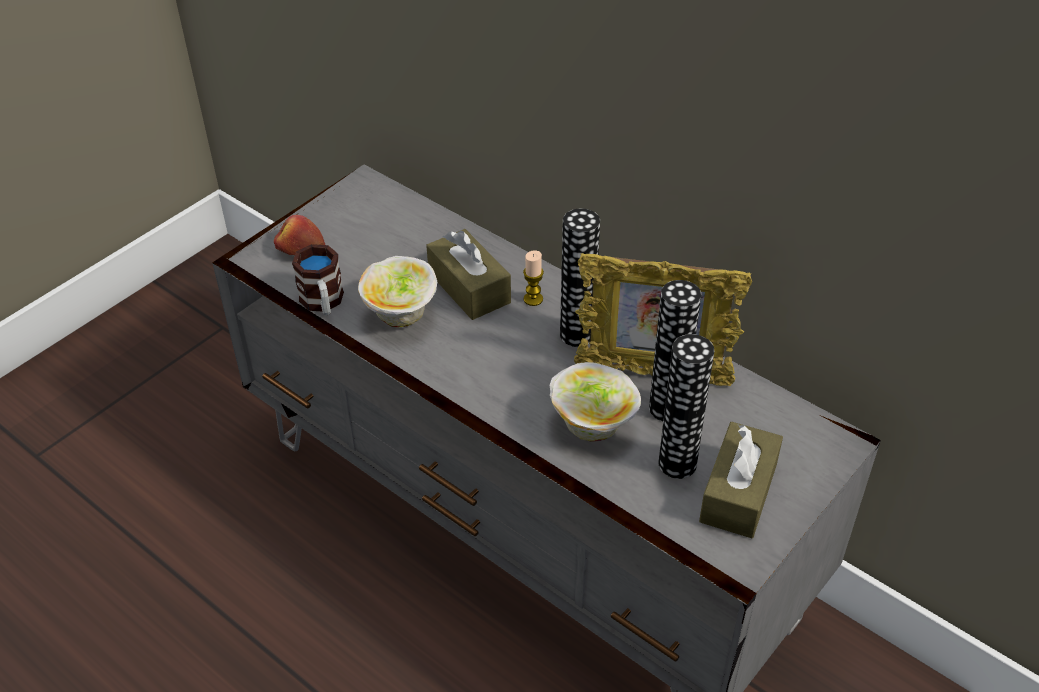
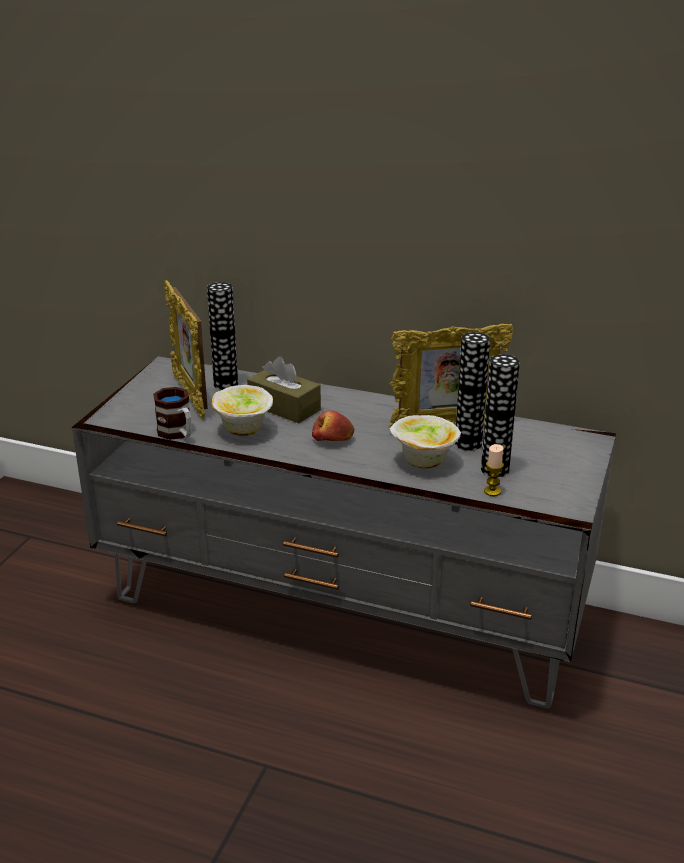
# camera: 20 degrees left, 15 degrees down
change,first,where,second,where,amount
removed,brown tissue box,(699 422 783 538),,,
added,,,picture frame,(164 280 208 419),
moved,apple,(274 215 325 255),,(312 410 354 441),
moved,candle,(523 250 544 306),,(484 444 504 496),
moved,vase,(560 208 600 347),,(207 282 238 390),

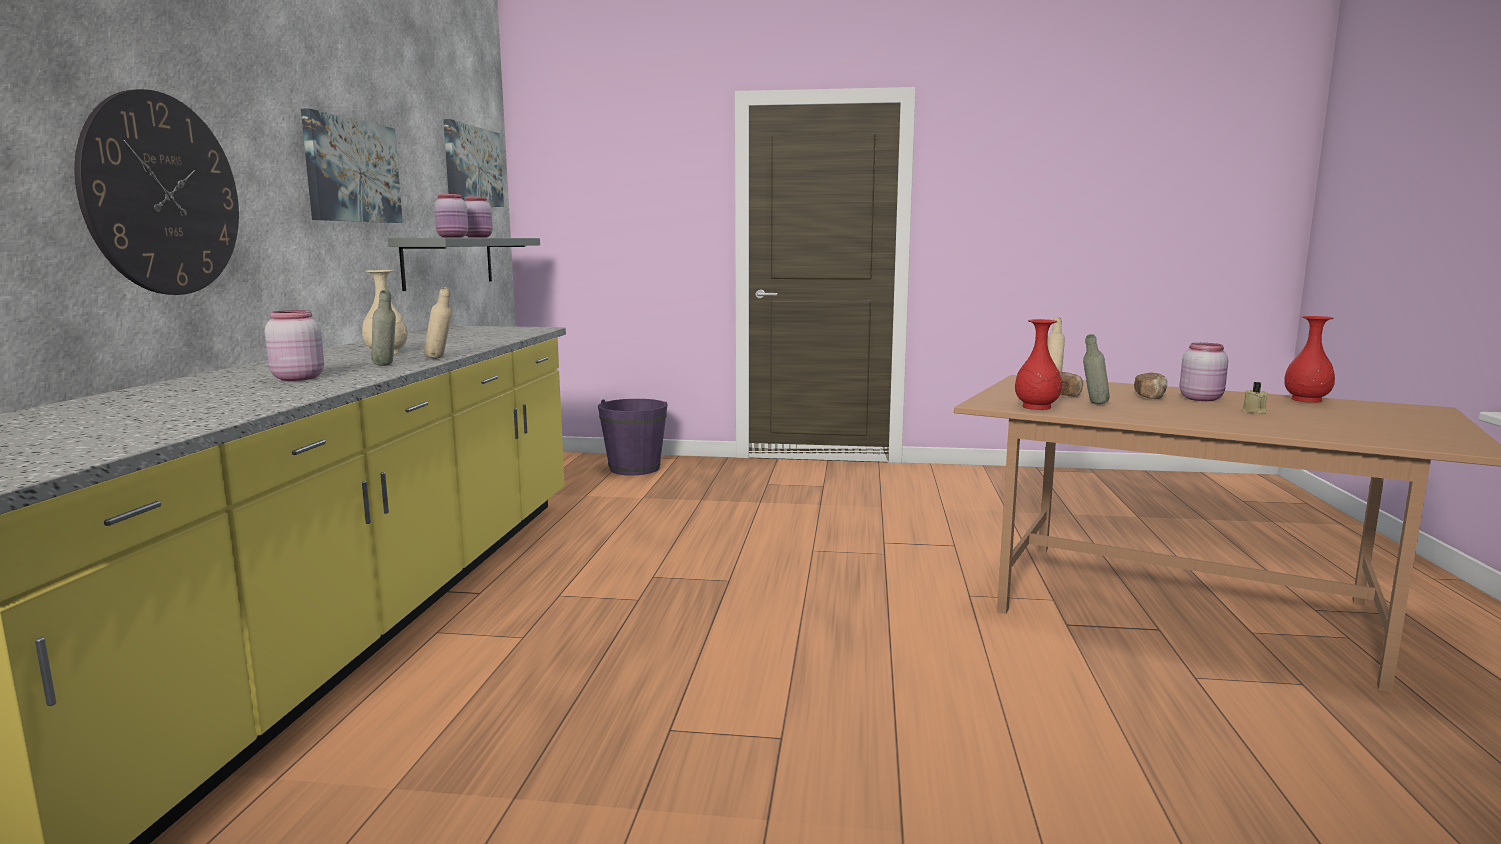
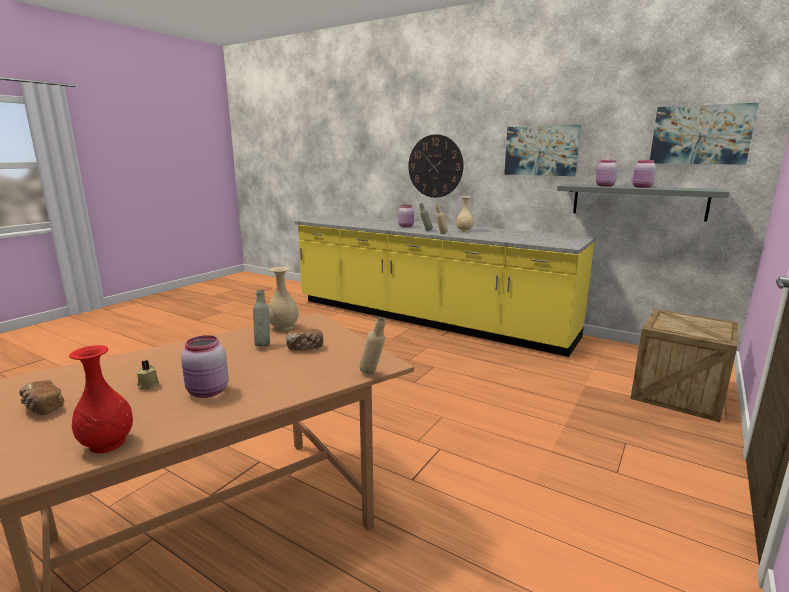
# camera: 115 degrees right, 5 degrees up
change,first,where,second,where,amount
moved,bread,(1134 372 1167 399),,(19 380 64 415),
replaced,purple bucket,(598 399 668 475),crate,(631 309 738 422),
recoloured,red vase,(1015 319 1062 410),beige vase,(268 267 299 331),

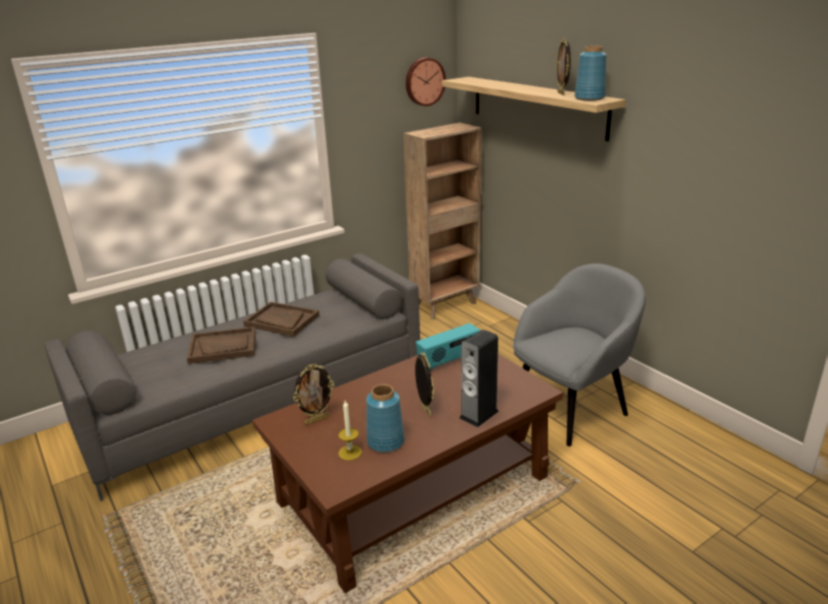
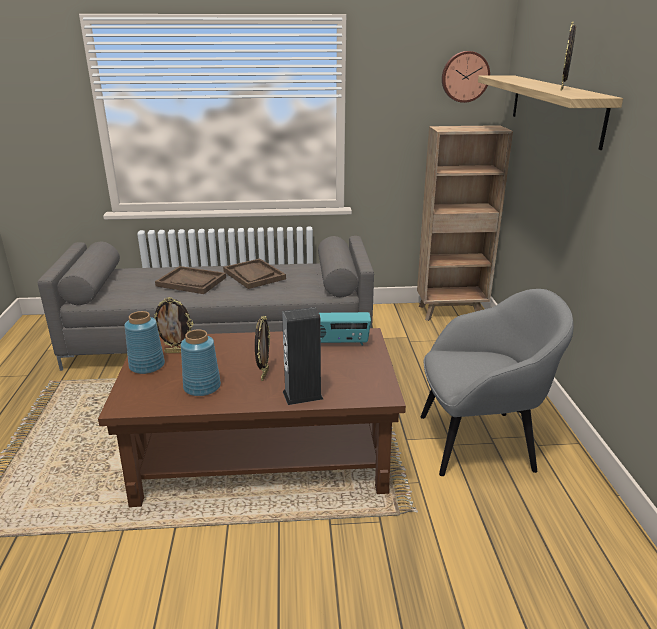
# camera: 30 degrees right, 0 degrees up
change,first,where,second,where,amount
removed,candle,(338 401 362 461),,,
moved,blue vase,(575 46 606 101),,(125 311 165 374),

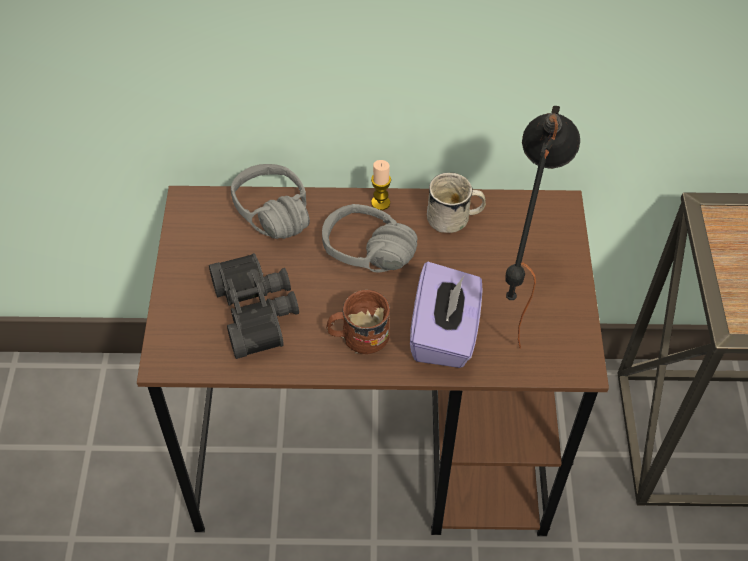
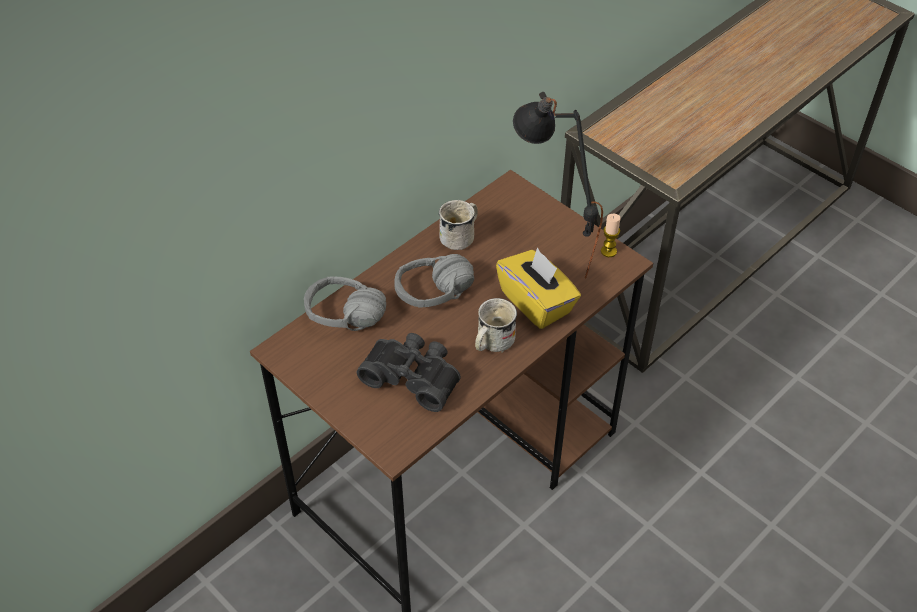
# camera: 45 degrees left, 5 degrees down
change,first,where,second,where,amount
moved,candle,(371 160 391 210),,(601 214 621 257),
recoloured,brown mug,(326 290 390 354),white mug,(475 298 517 353),
recoloured,purple tissue box,(410 262 483 368),yellow tissue box,(496 247 581 329),

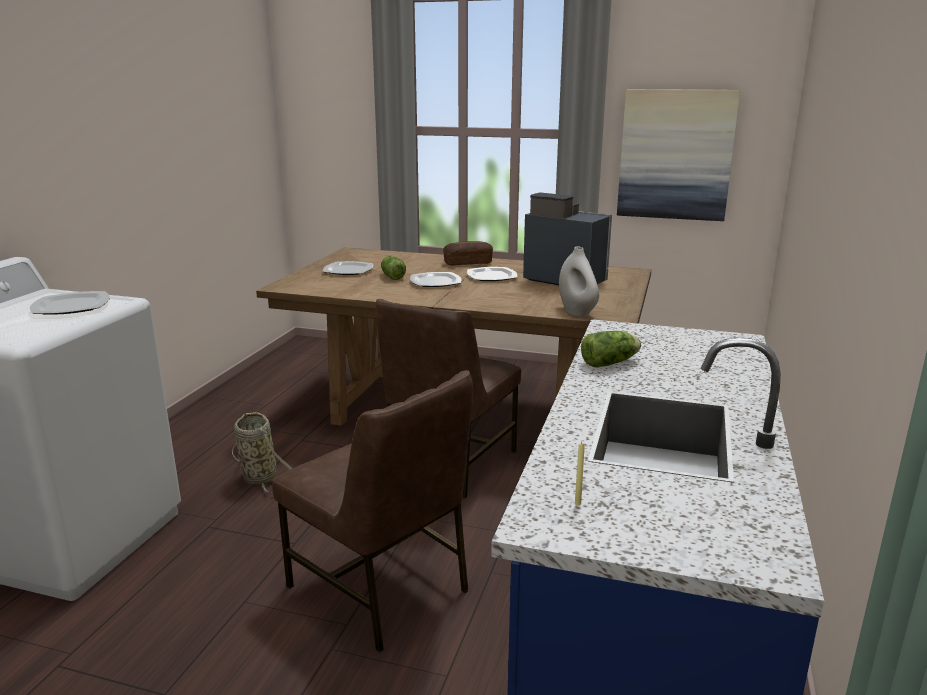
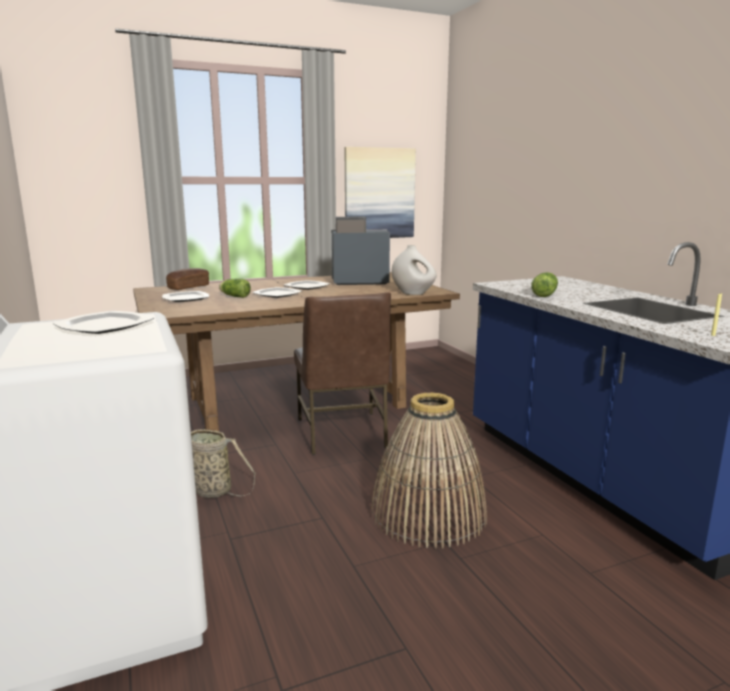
# camera: 40 degrees left, 5 degrees down
change,first,where,second,where,amount
moved,bread,(443 241 493 266),,(166 268 209 290),
replaced,brown chair,(272 370 473 652),basket,(372 393 487 548),

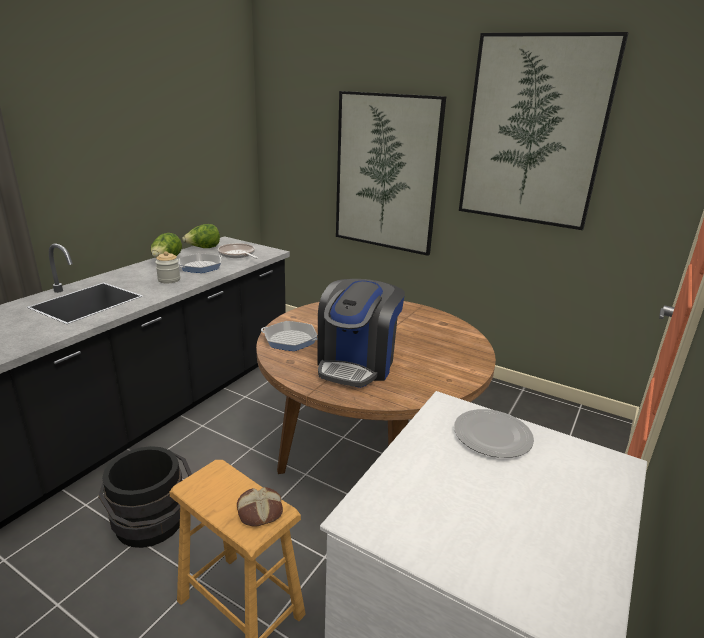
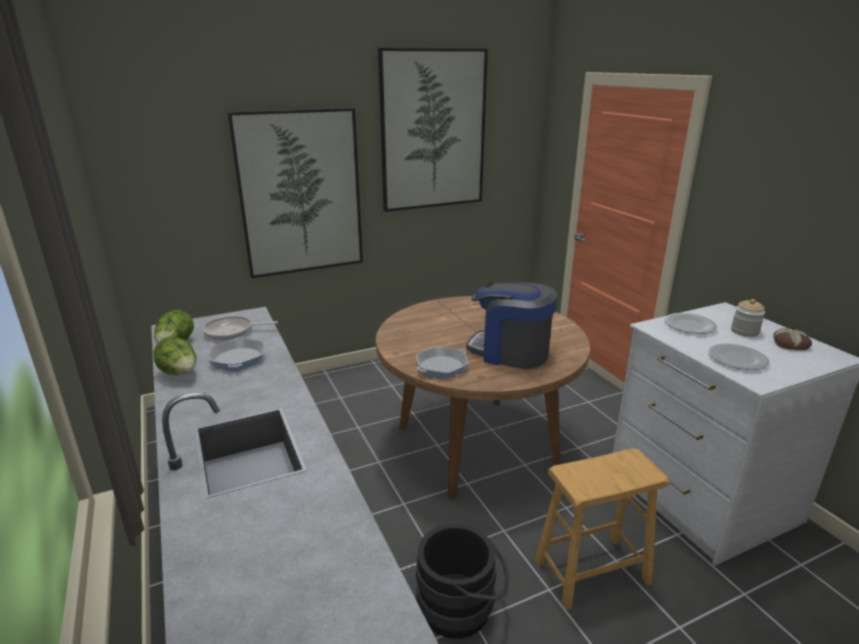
# camera: 55 degrees left, 0 degrees up
change,first,where,second,where,amount
added,,,plate,(708 344 770 370),
moved,jar,(155 251 180 283),,(731 299 765 337),
moved,bread,(237 487 283 527),,(773 328 812 350),
turned,coffee machine,(317 279 405 388),,(466 283 557 369),150 degrees clockwise

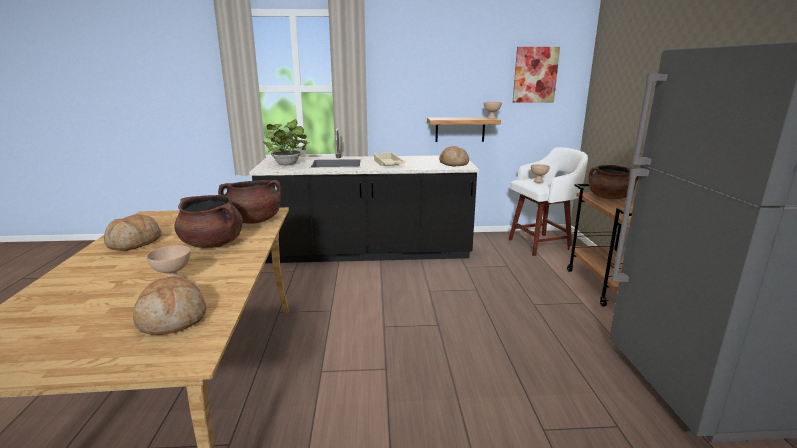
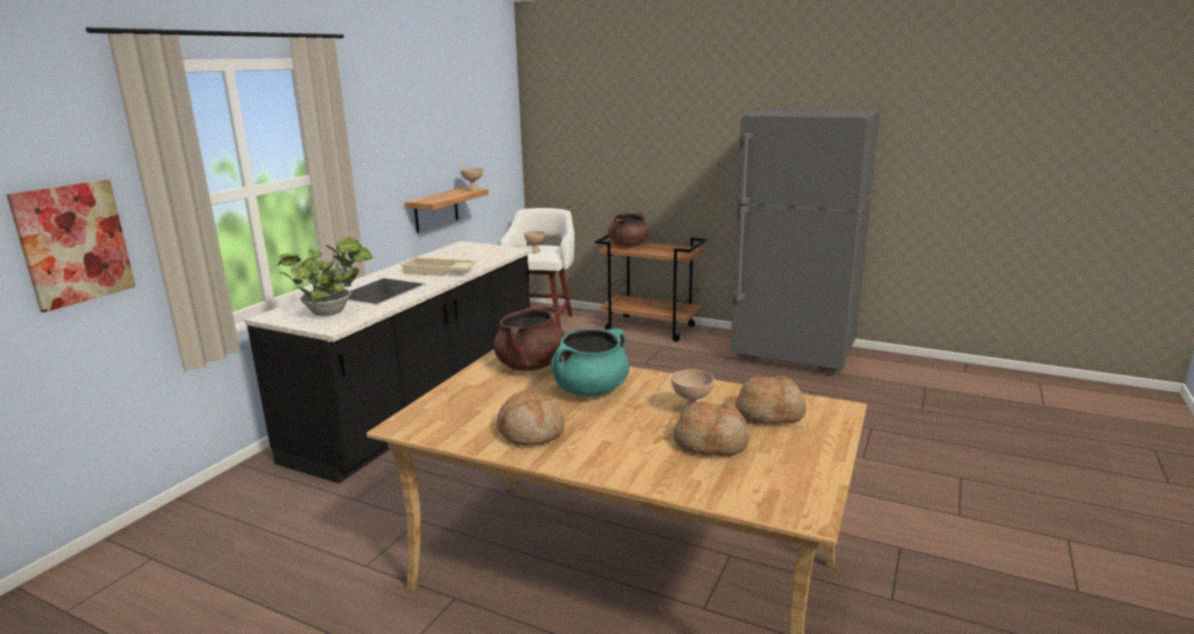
# camera: 60 degrees left, 0 degrees up
change,first,where,second,where,amount
moved,bread,(439 146 469 166),,(674 401 749 456),
moved,picture,(513 47 560 103),,(6 180 136 313),
recoloured,brown cooking pot,(174 195 243 248),turquoise cooking pot,(551 329 629 396),

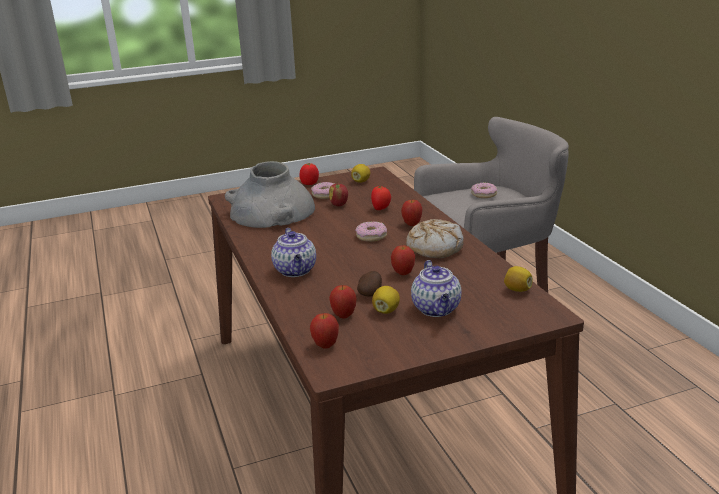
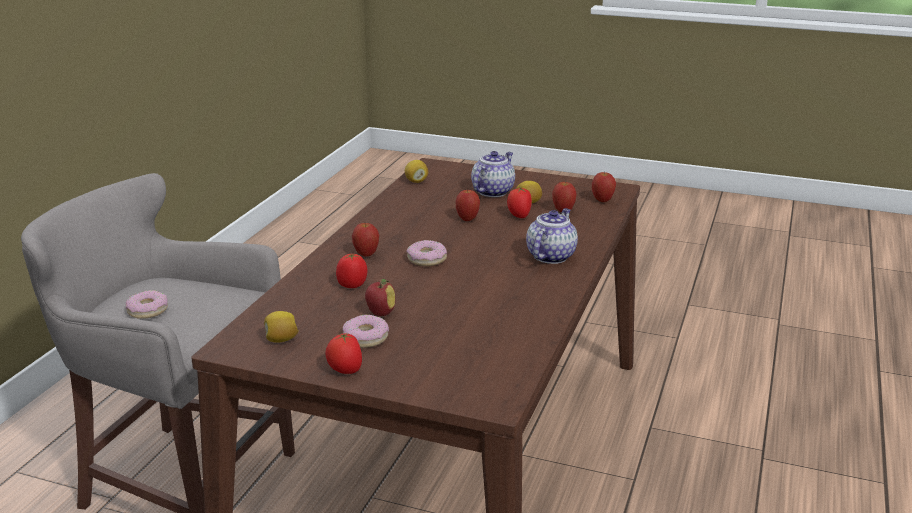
# camera: 140 degrees left, 0 degrees up
change,first,where,second,where,amount
removed,grey vase,(225 161 315 228),,,
removed,bread,(406 219 464 258),,,
replaced,potato,(357 271 382 297),tomato,(507 188 532 218),

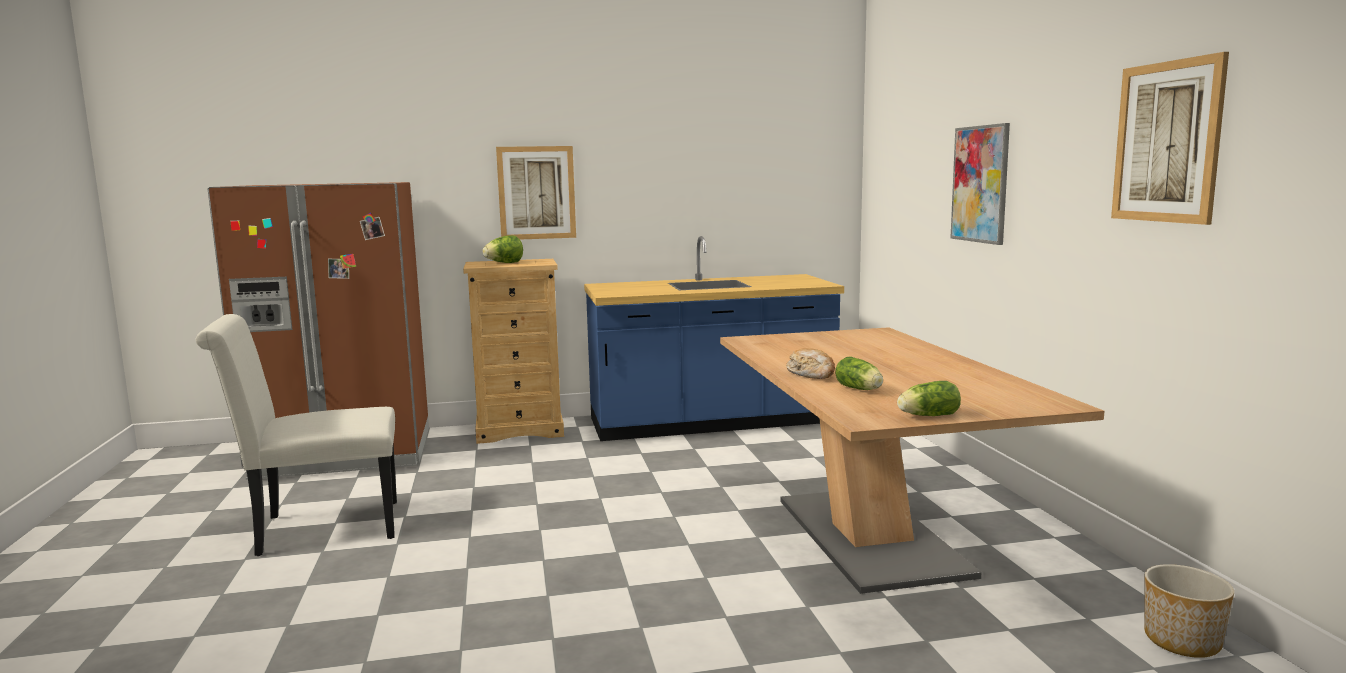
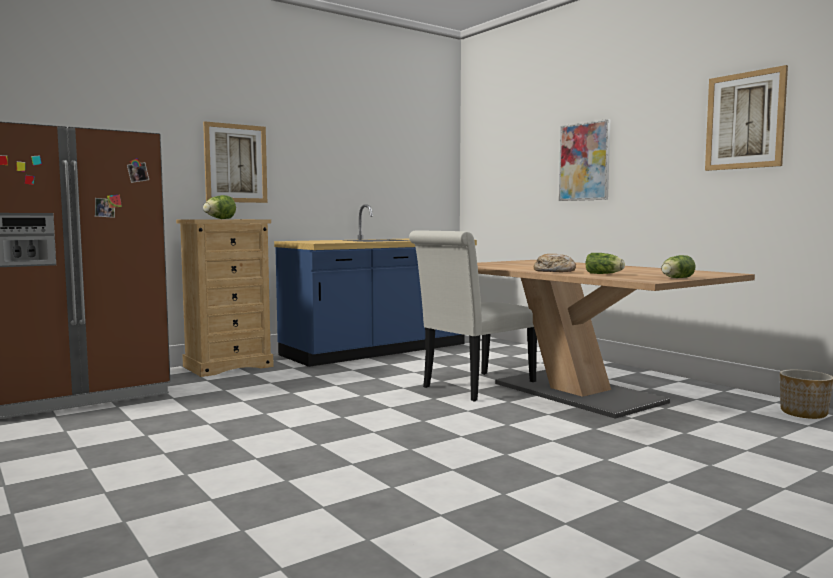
# camera: 25 degrees left, 5 degrees down
change,first,where,second,where,amount
moved,white chair,(195 314 397 556),,(409 230 537 402),

